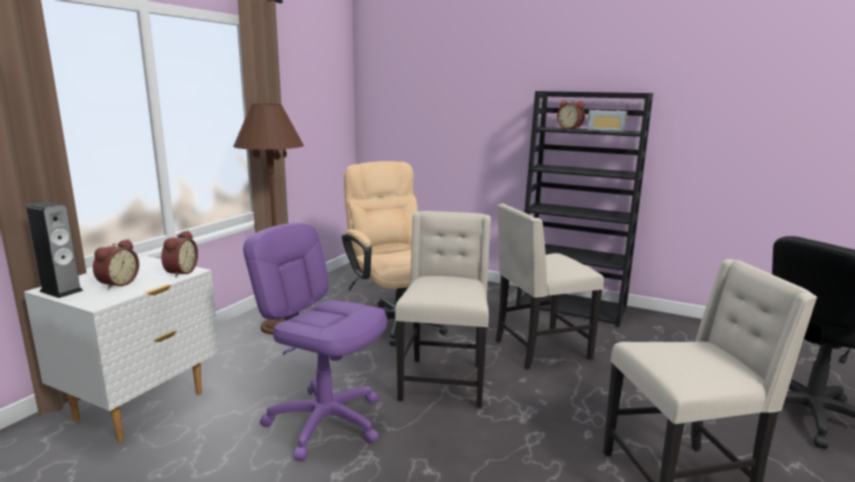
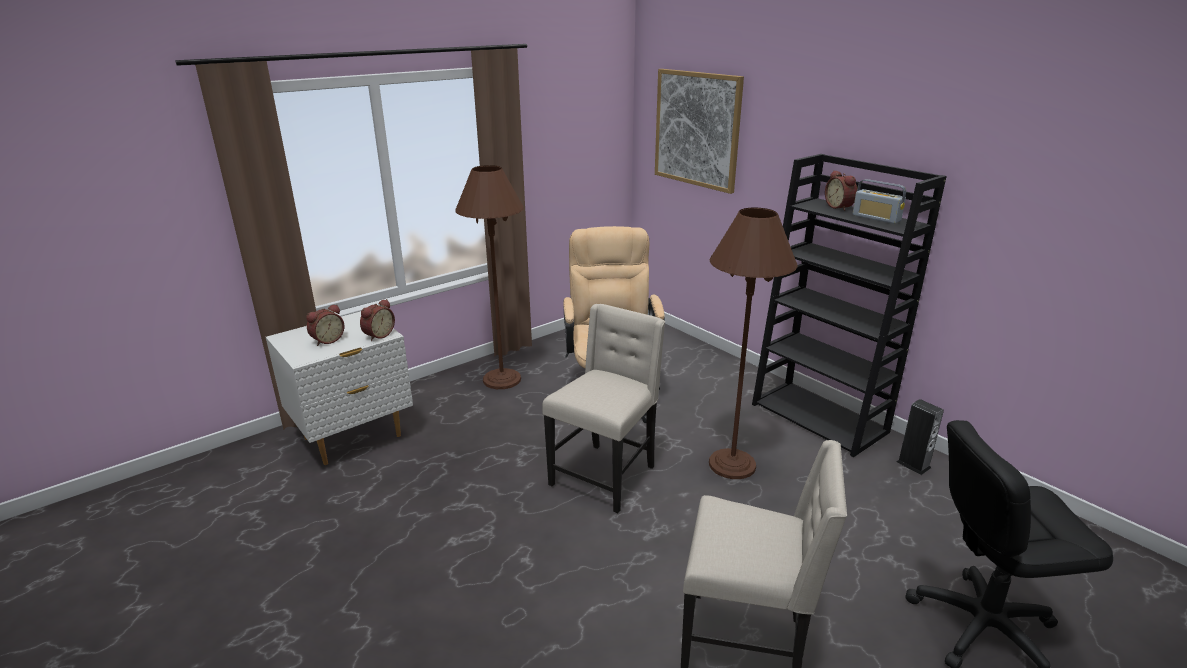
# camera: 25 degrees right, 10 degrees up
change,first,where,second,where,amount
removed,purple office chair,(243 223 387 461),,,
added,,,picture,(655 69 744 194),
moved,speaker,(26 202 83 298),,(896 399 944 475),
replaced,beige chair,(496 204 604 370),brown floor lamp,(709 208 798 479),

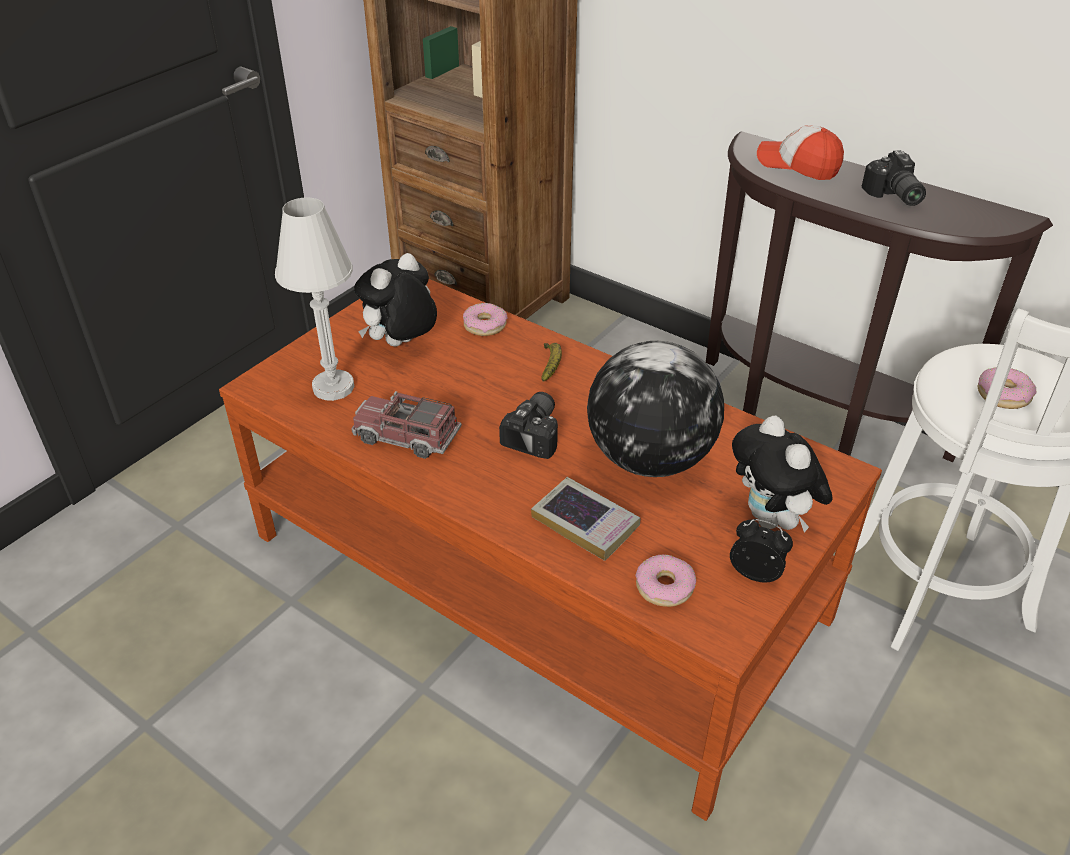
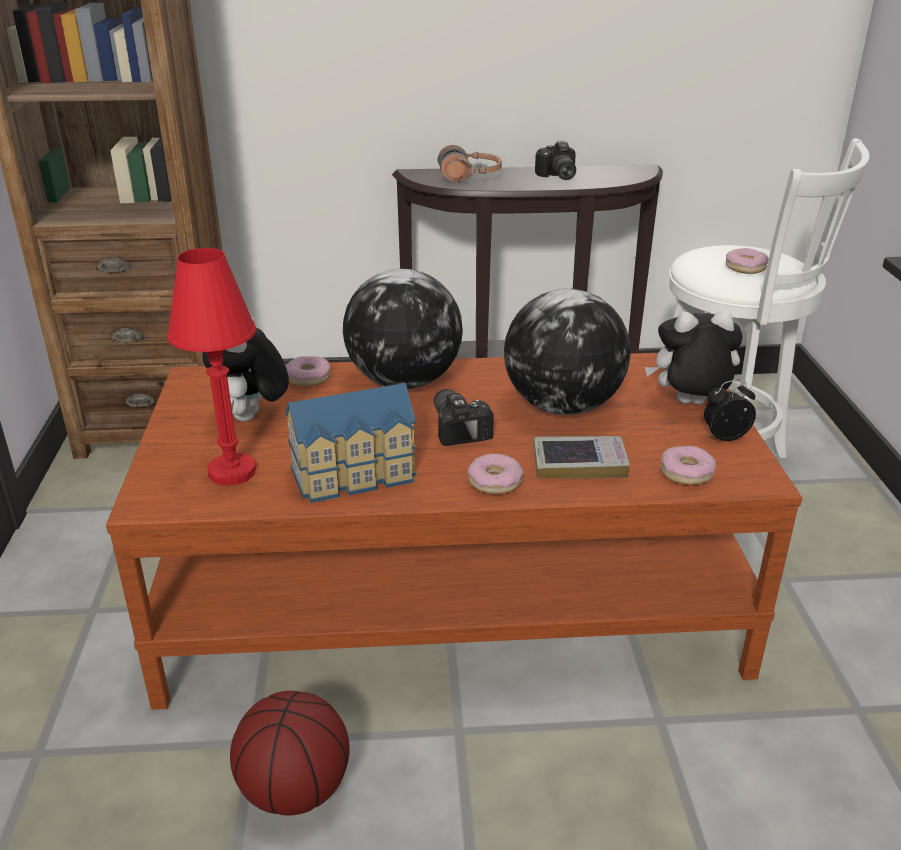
# camera: 40 degrees left, 10 degrees down
change,first,where,second,where,amount
added,,,basketball,(230 691 350 816),
added,,,donut,(467 453 524 494),
replaced,toy truck,(351 391 462 459),toy house,(285 383 417 503),
replaced,banana,(541 343 562 381),globe,(343 269 463 389),
replaced,cap,(757 125 844 180),headphones,(438 145 502 182),
recoloured,white table lamp,(275 197 354 401),red table lamp,(167 248 256 486),
turned,plush toy,(732 416 833 532),,(645 310 743 405),150 degrees clockwise
turned,photo camera,(862 150 926 206),,(535 141 576 180),45 degrees clockwise

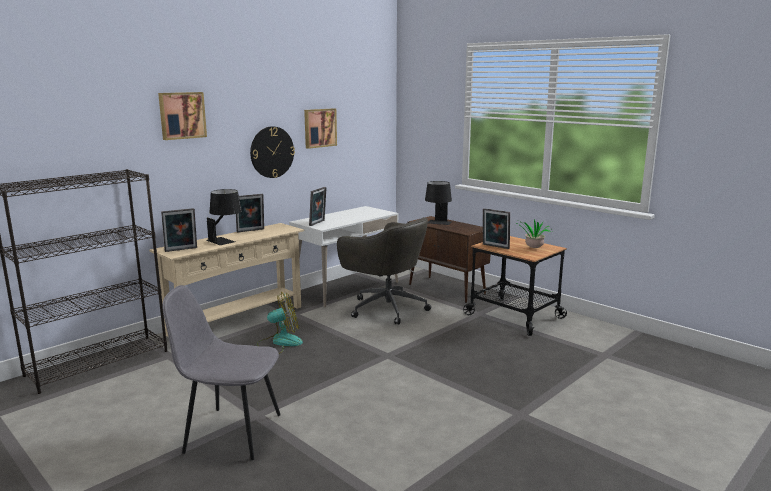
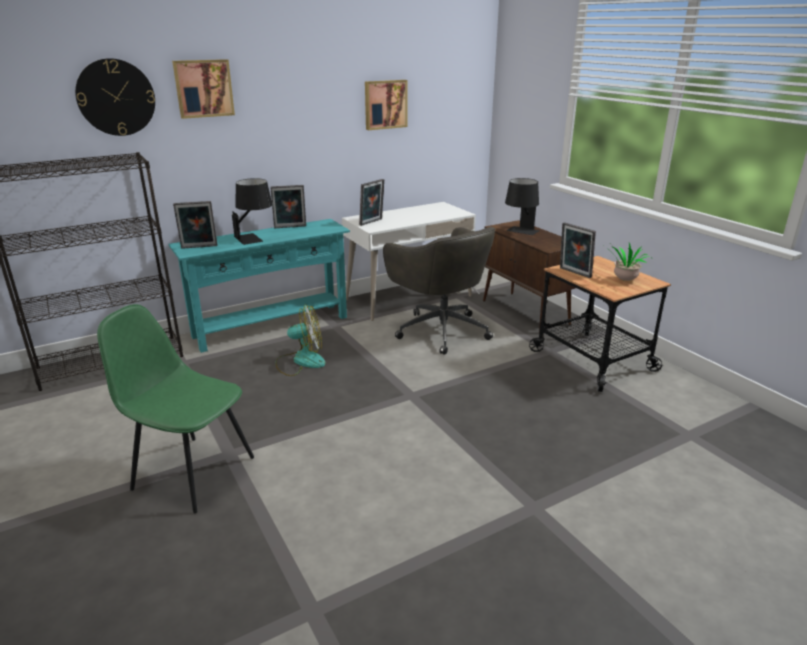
# camera: 15 degrees right, 10 degrees up
change,first,where,second,where,amount
moved,wall clock,(250 126 295 178),,(75 58 155 136),
recoloured,beige console table,(149 223 304 337),turquoise console table,(169 219 350 353),
recoloured,grey chair,(162 285 281 460),green chair,(97 304 254 513),

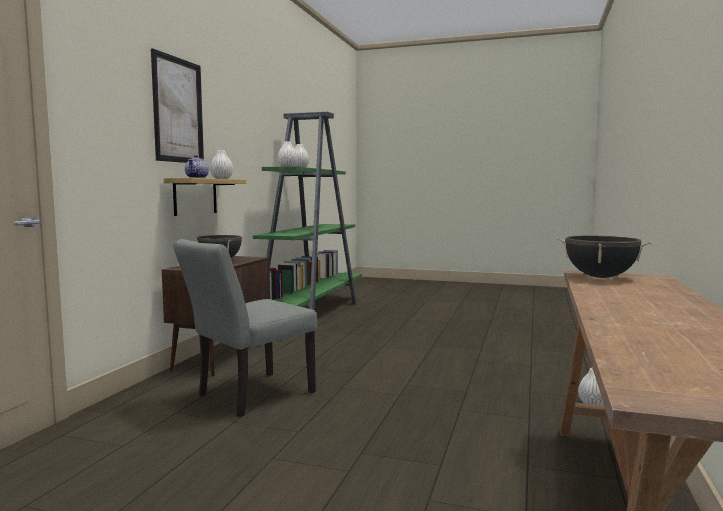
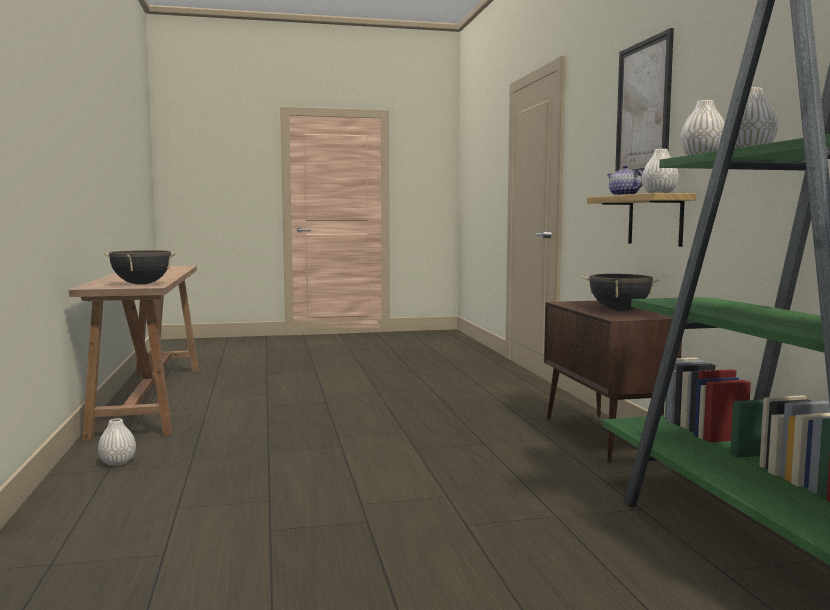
# camera: 150 degrees right, 0 degrees up
change,first,where,second,where,amount
removed,grey chair,(173 239 318 417),,,

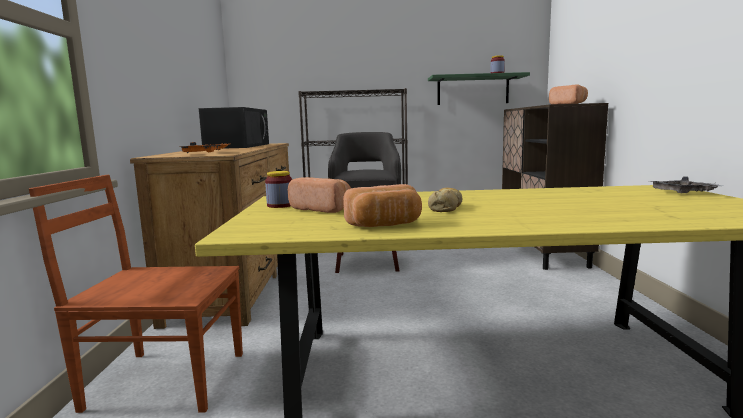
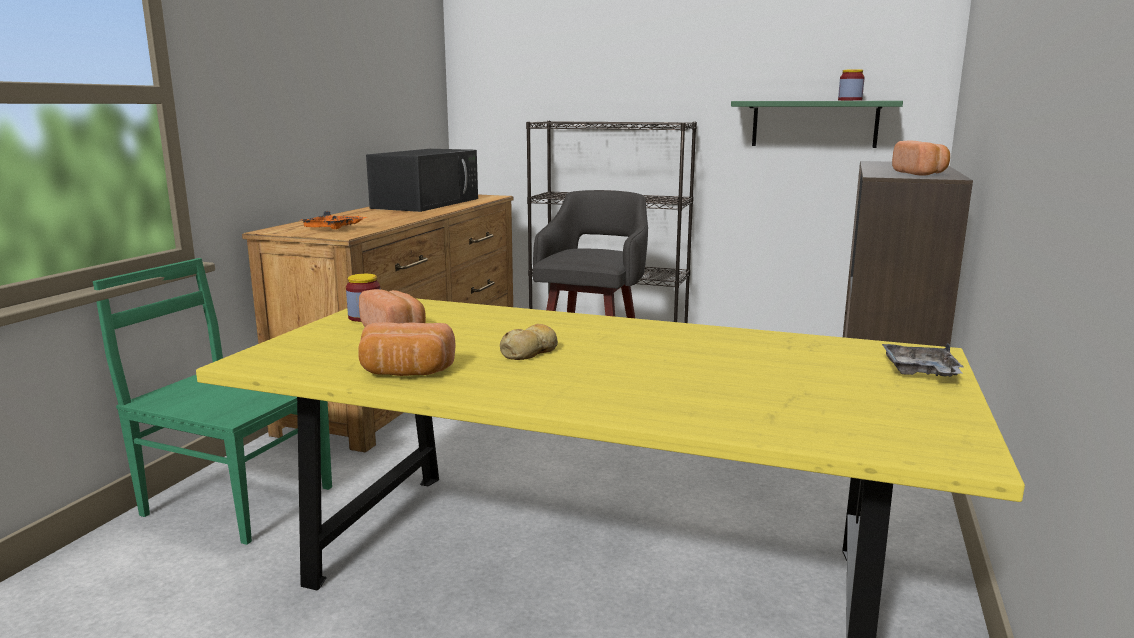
# camera: 20 degrees right, 5 degrees up
change,first,where,second,where,amount
recoloured,brown chair,(29 175 243 413),green chair,(93 258 332 545),

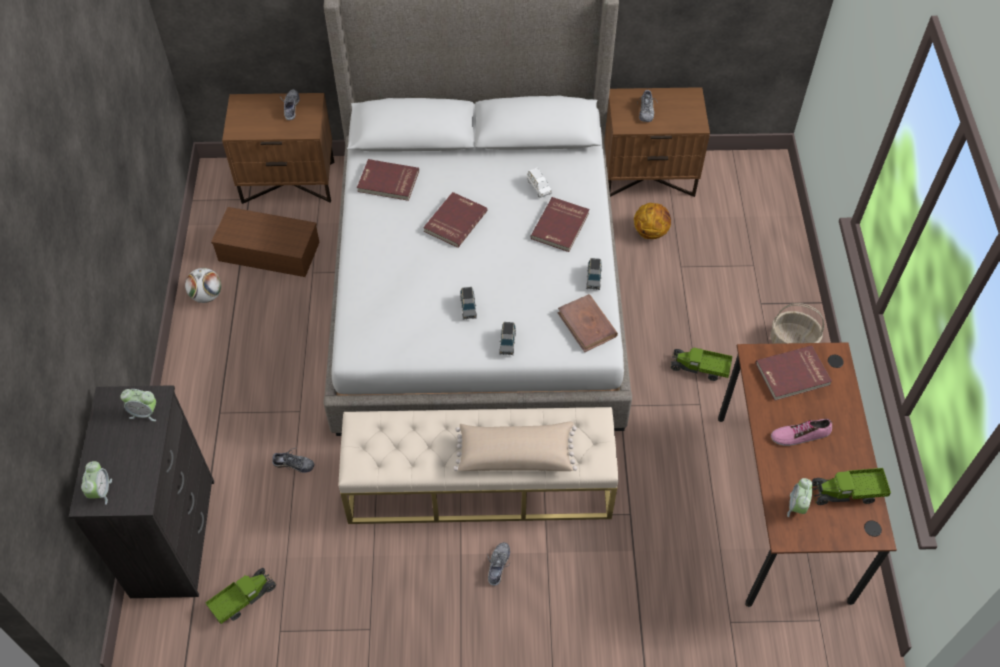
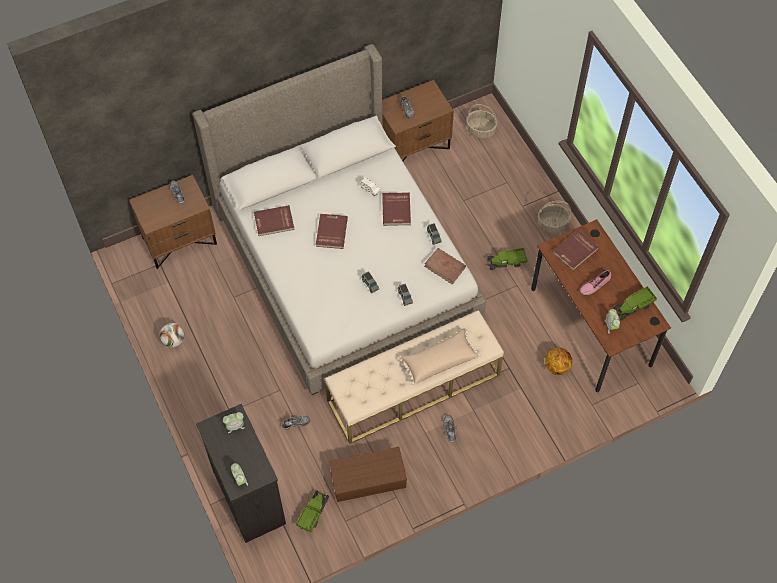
# camera: 25 degrees left, 5 degrees up
change,first,where,second,where,amount
added,,,basket,(466 104 498 139),
moved,brown storage box,(211 207 320 277),,(329 447 407 502),
moved,basketball,(634 203 671 239),,(545 348 572 375),

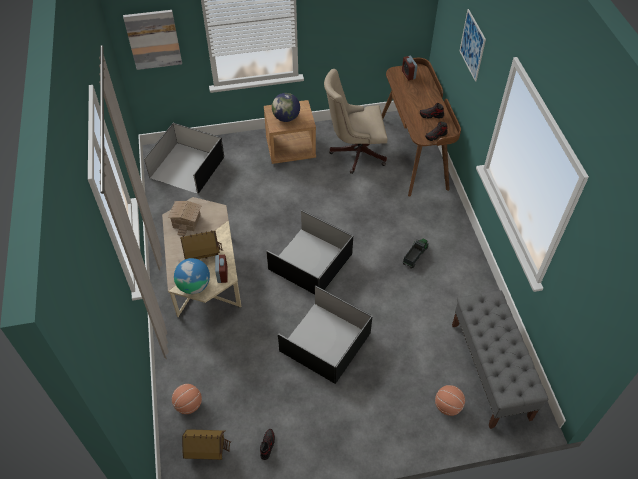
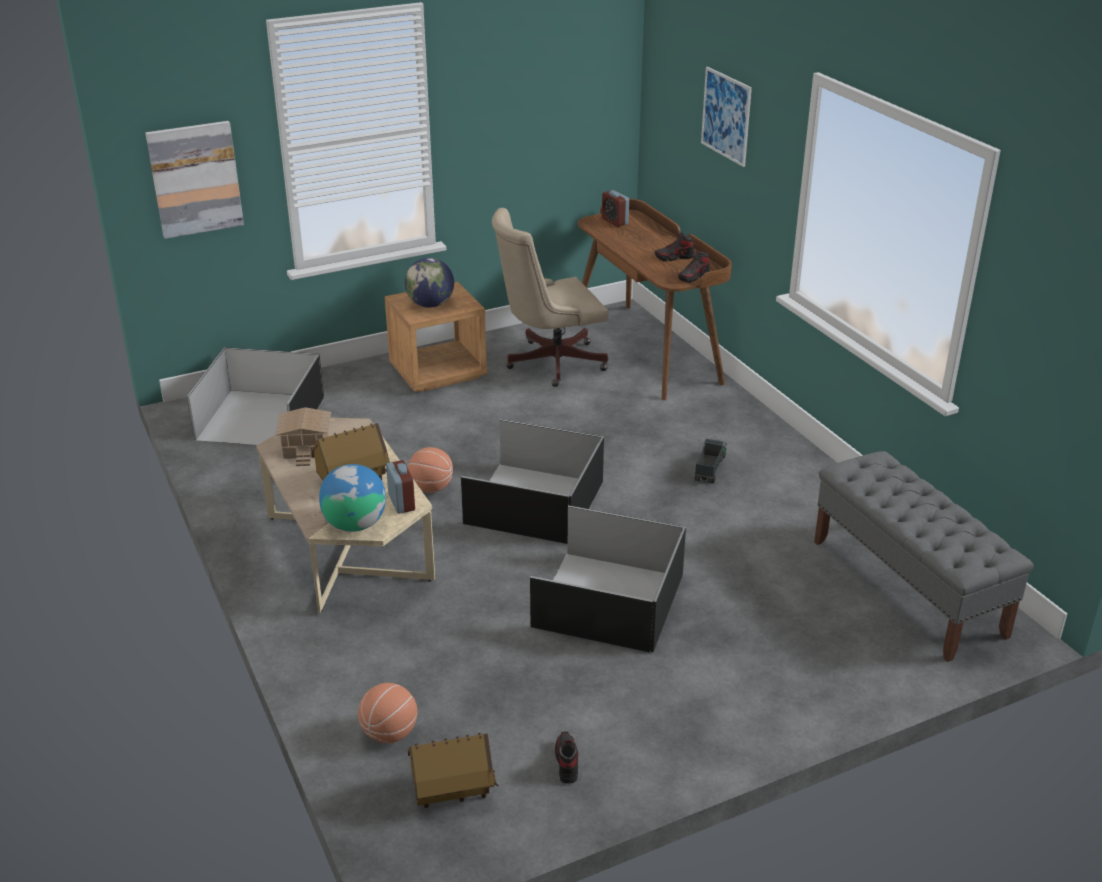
# camera: 15 degrees left, 20 degrees down
change,first,where,second,where,amount
moved,basketball,(435 385 465 416),,(408 447 453 493),

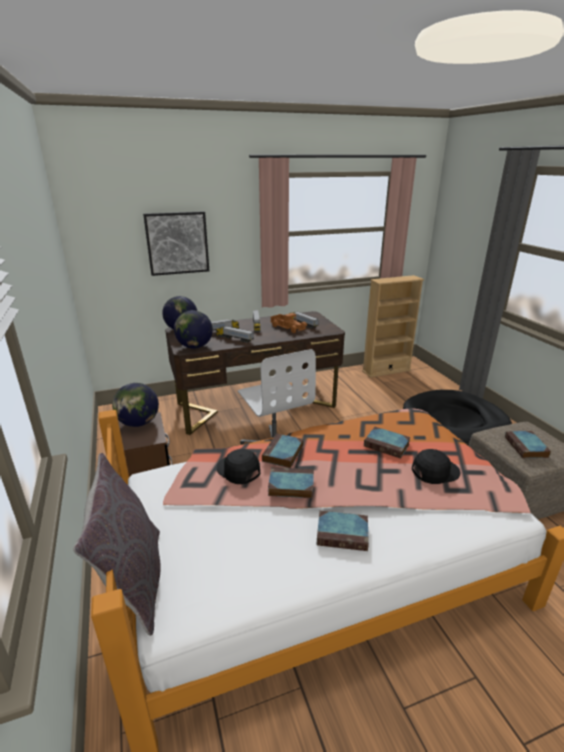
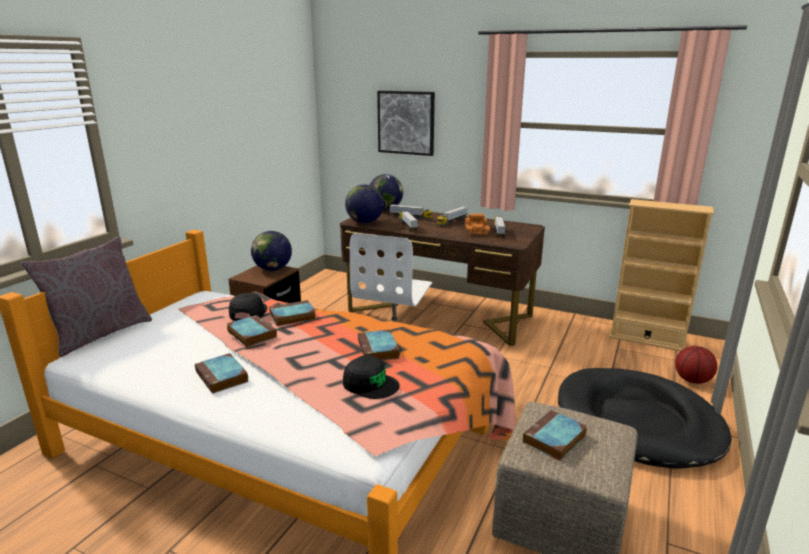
# camera: 45 degrees right, 5 degrees down
change,first,where,second,where,amount
added,,,basketball,(675 346 717 384),

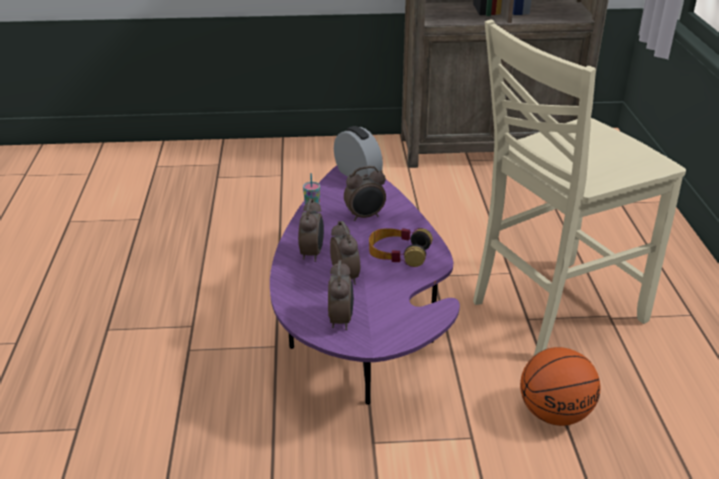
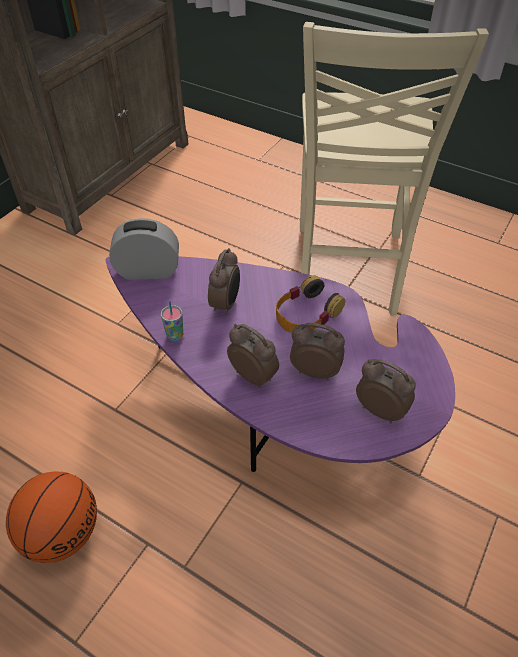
# camera: 55 degrees left, 15 degrees up
change,first,where,second,where,amount
moved,basketball,(520 347 600 426),,(6 472 97 563),

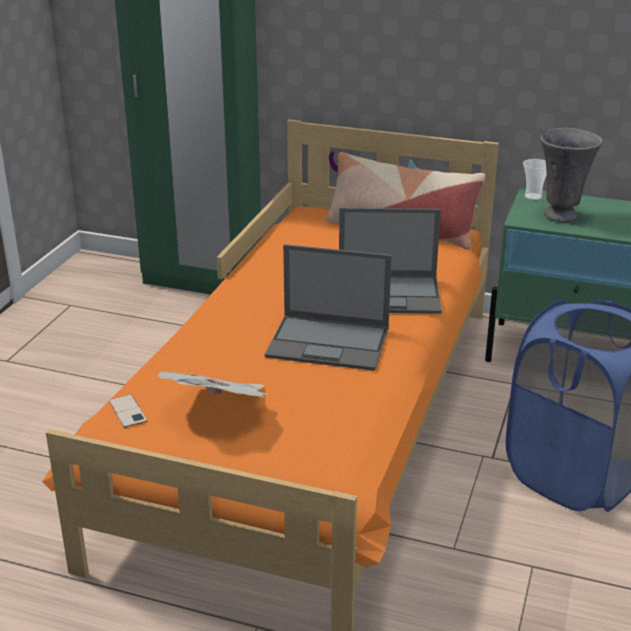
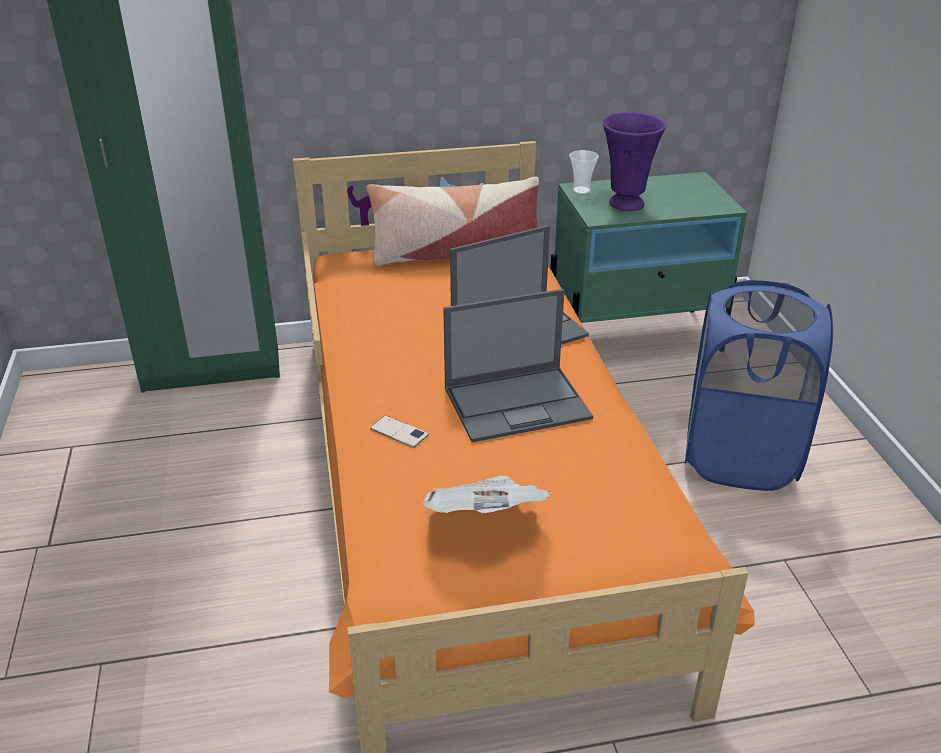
# camera: 30 degrees left, 5 degrees up
change,first,where,second,where,amount
moved,phone,(109 394 147 428),,(370 415 429 448),
recoloured,grey vase,(540 128 603 222),purple vase,(604 112 666 211),

